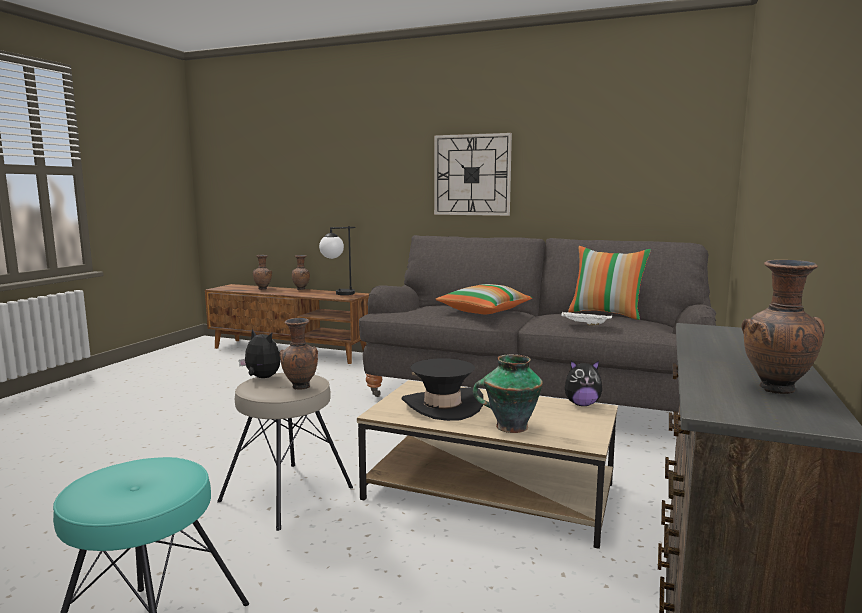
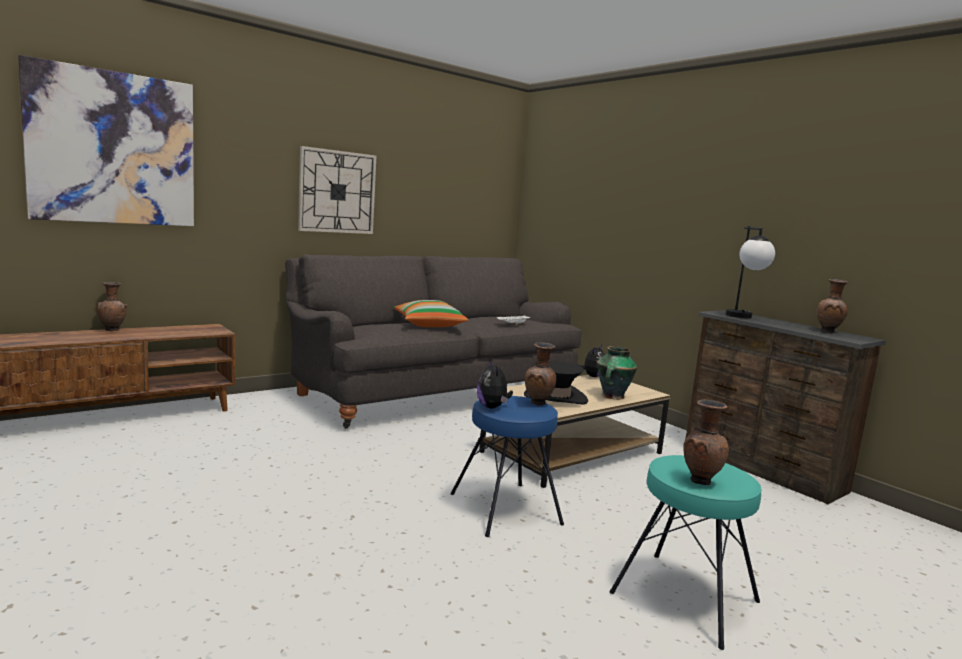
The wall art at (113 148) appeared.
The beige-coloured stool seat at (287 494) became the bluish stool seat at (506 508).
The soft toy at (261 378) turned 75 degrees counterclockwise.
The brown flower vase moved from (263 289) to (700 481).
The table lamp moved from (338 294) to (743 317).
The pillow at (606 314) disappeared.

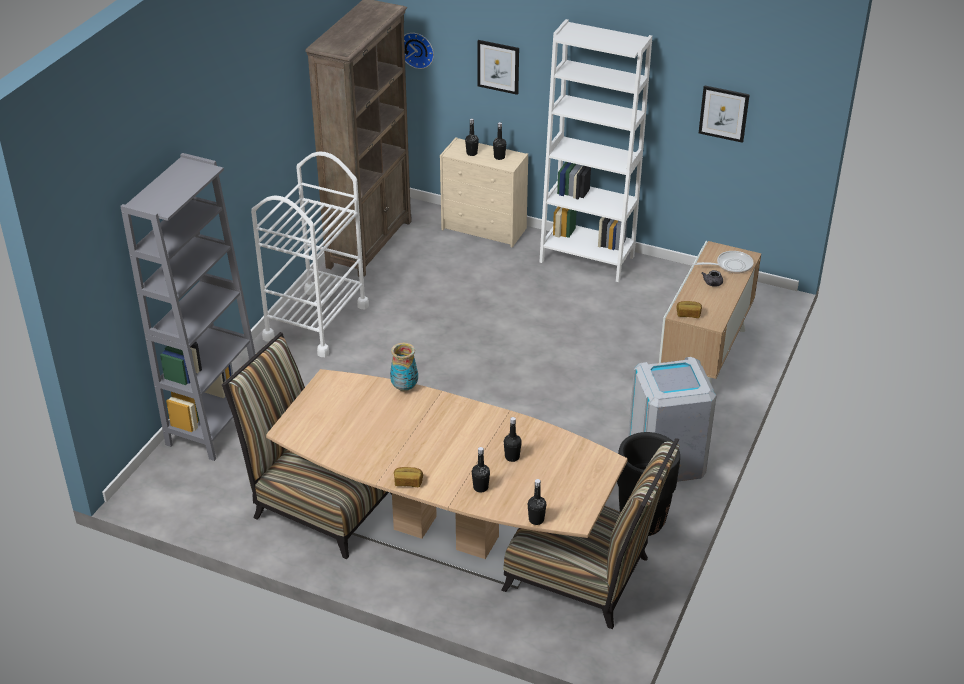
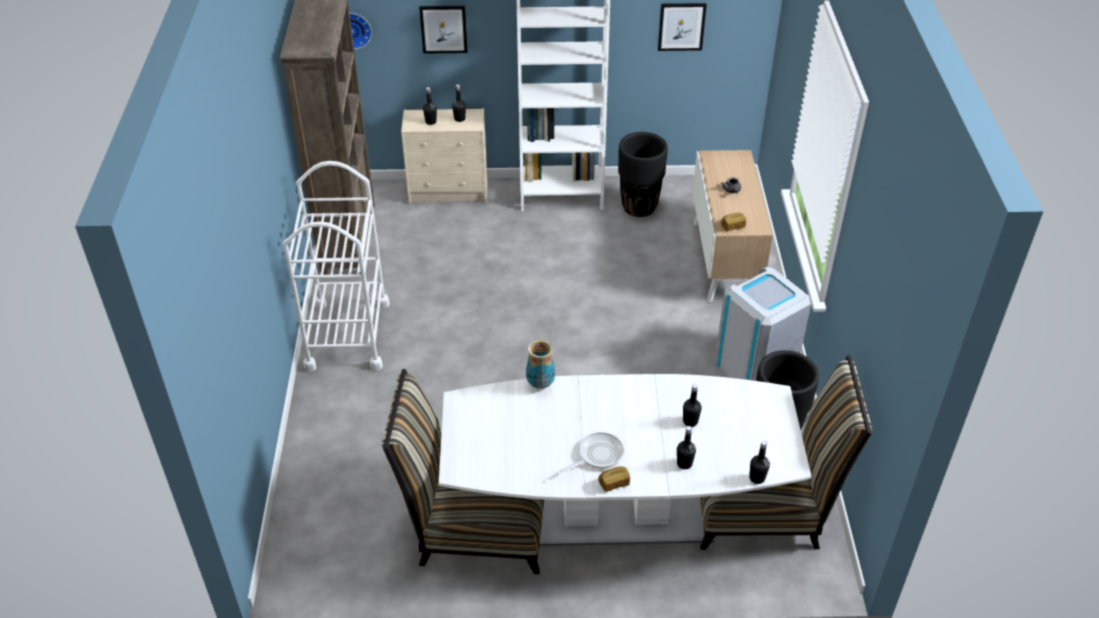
The brown dinner table at (446 535) became the white dinner table at (615 512).
The pan moved from (730 265) to (597 455).
The blackish flower pot at (639 207) appeared.
The greyish bookshelf at (216 422) disappeared.

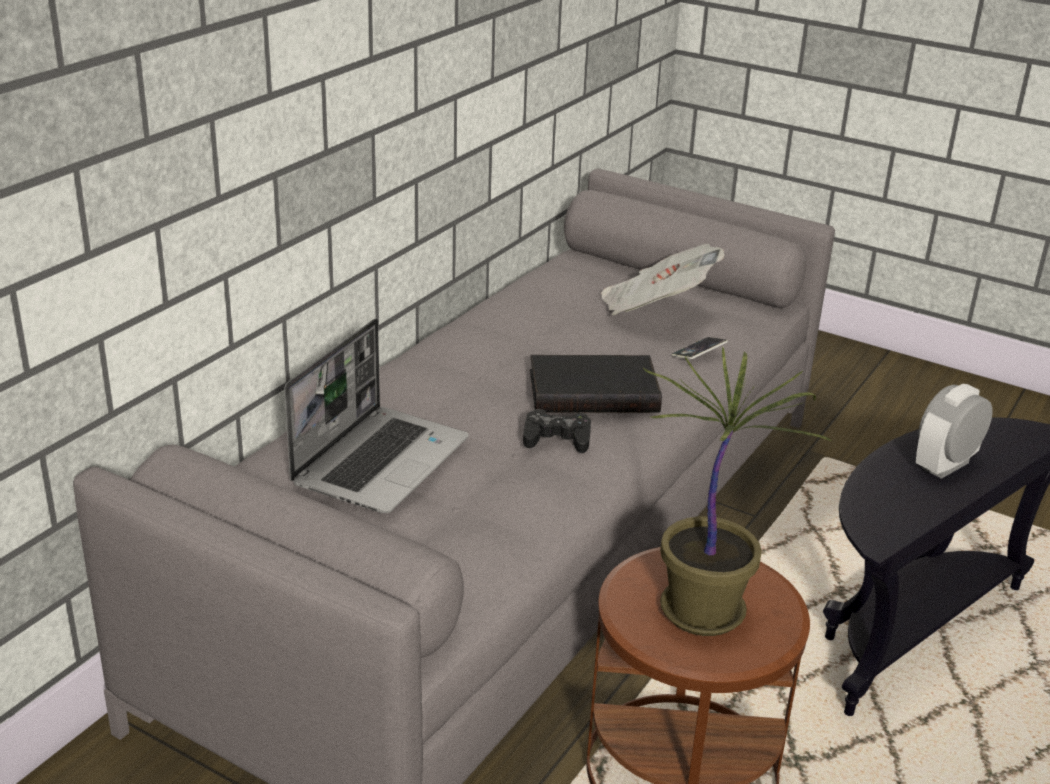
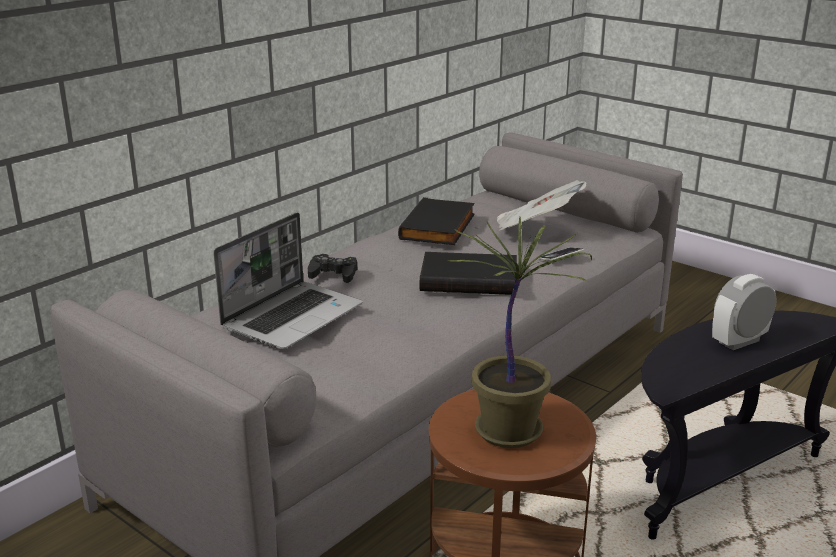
The blackish gamepad moved from (557 438) to (333 274).
The blackish bound book at (439 227) appeared.

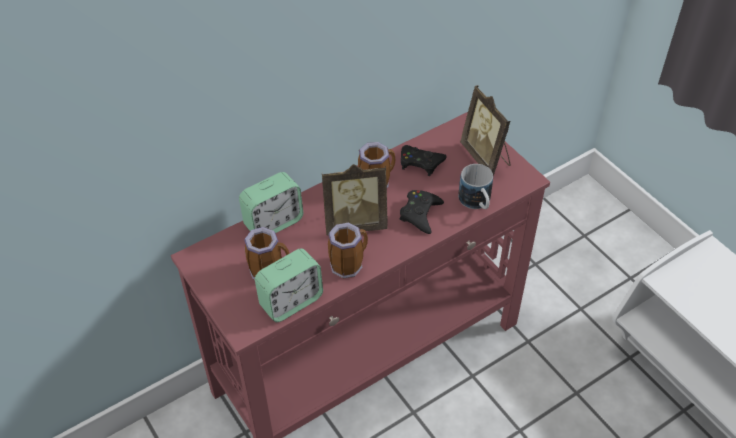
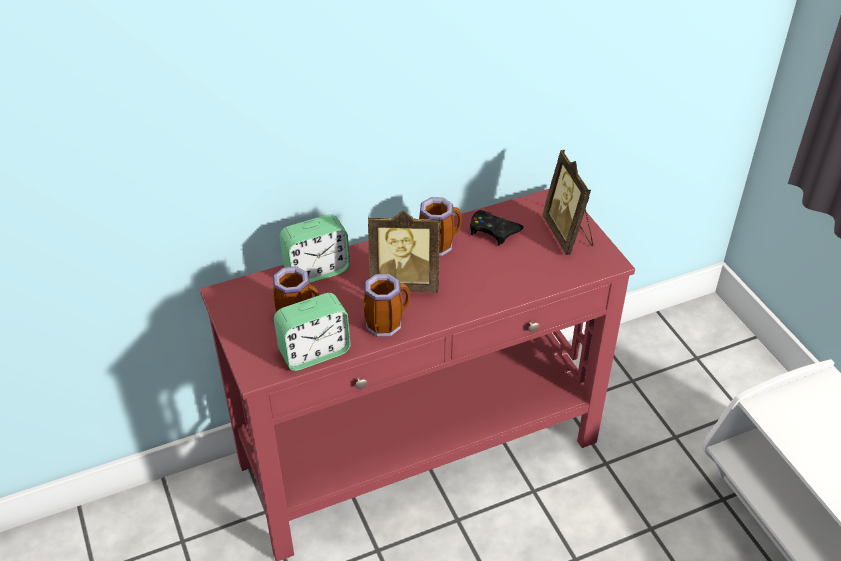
The blackish gamepad at (420 214) disappeared.
The coffee mug at (477 203) disappeared.

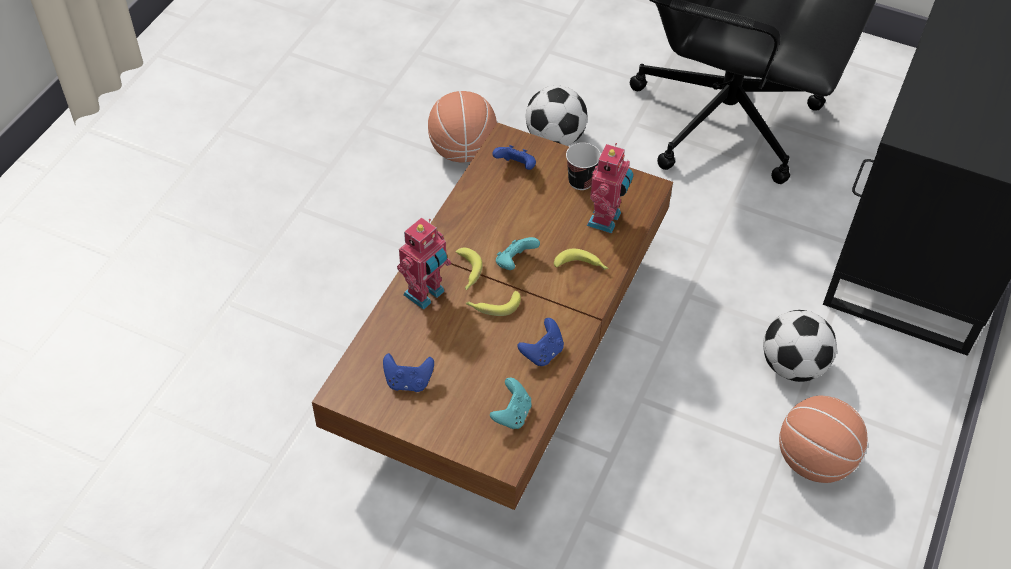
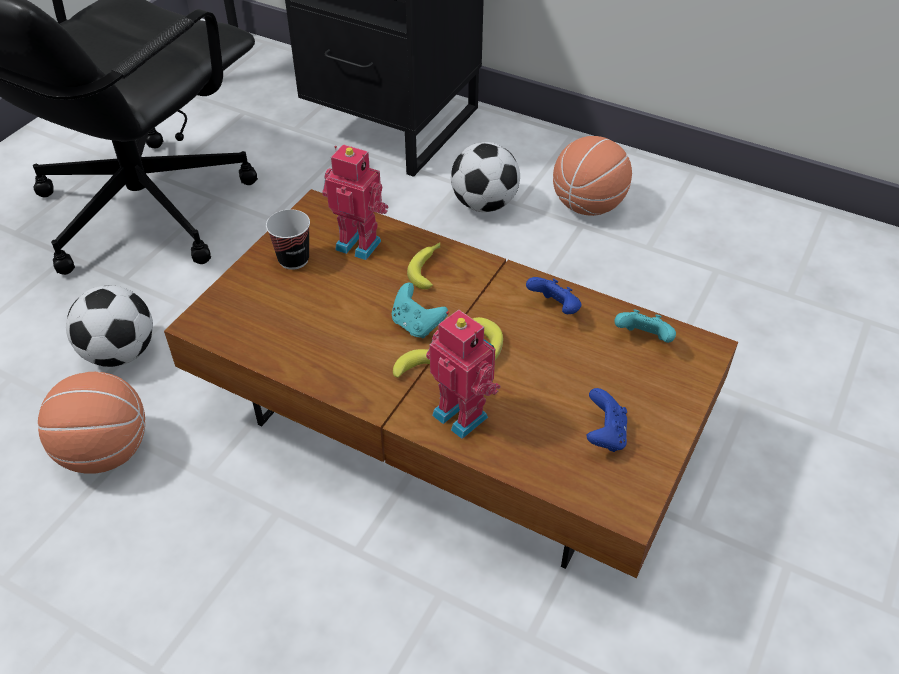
The bluish gamepad at (516 167) disappeared.

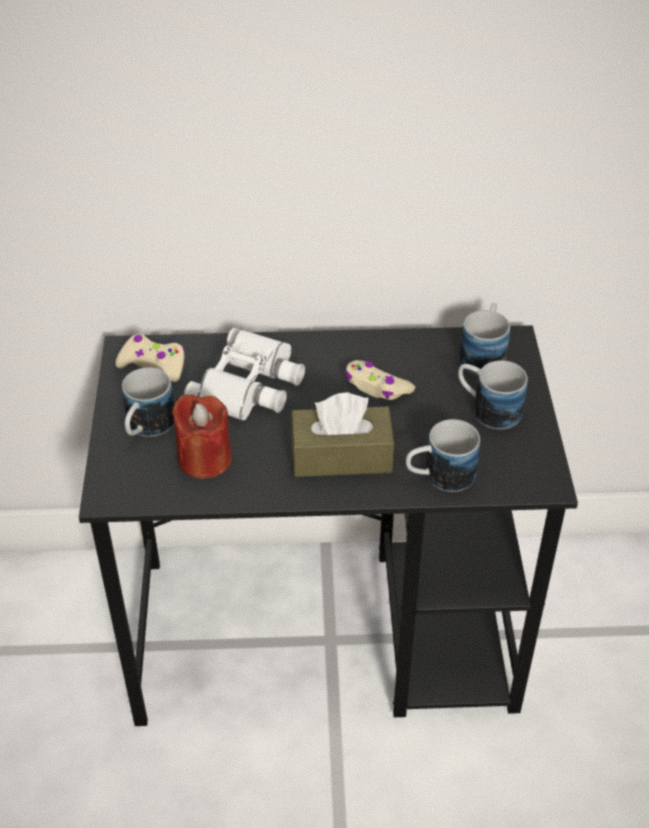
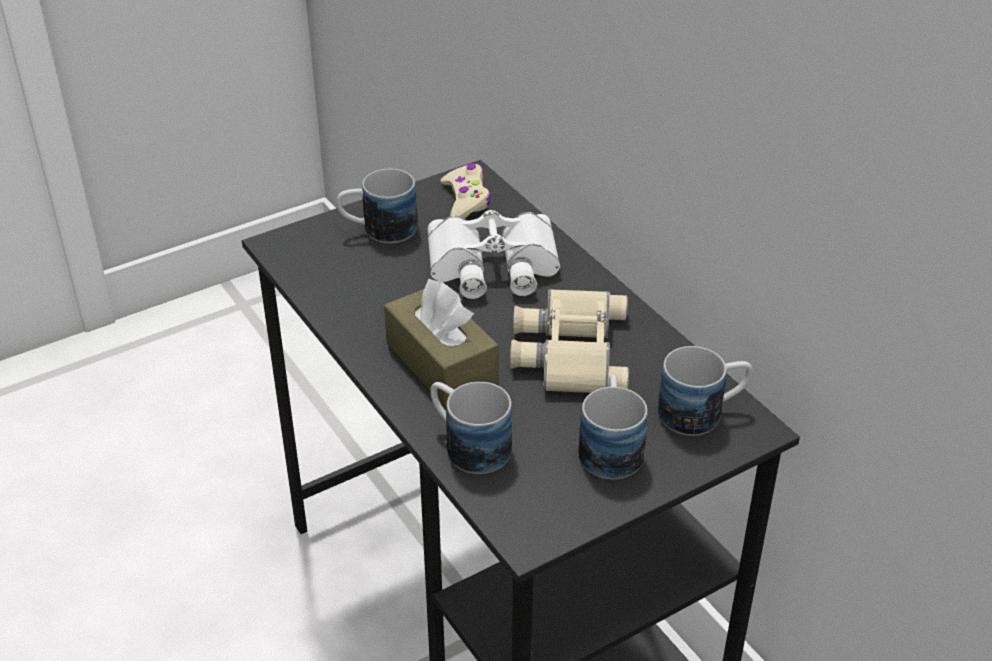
The beige-coloured gamepad at (377 387) was replaced by the beige-coloured binoculars at (568 350).
The red-coloured candle at (204 459) disappeared.

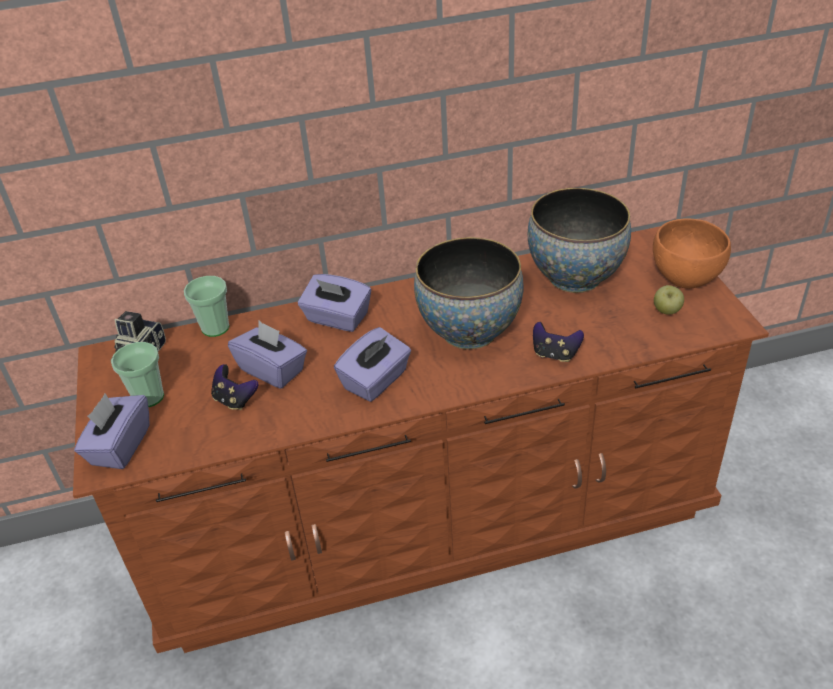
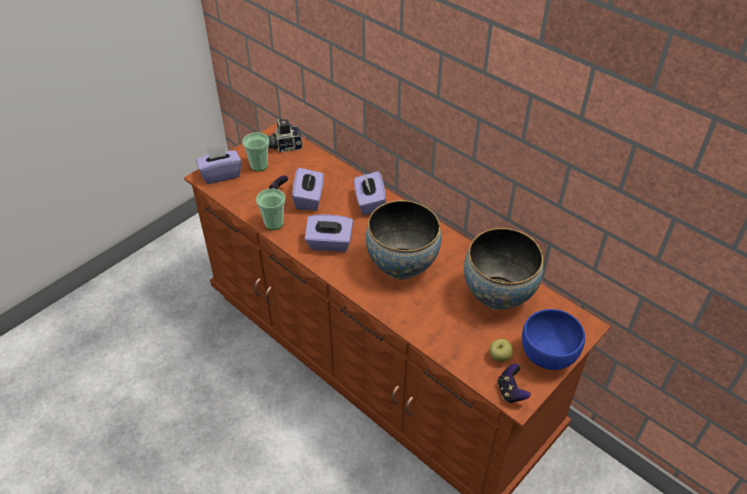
The cup moved from (215 328) to (274 223).
The gamepad moved from (555 354) to (511 392).
The orange deep dish at (686 278) became the bluish deep dish at (547 356).

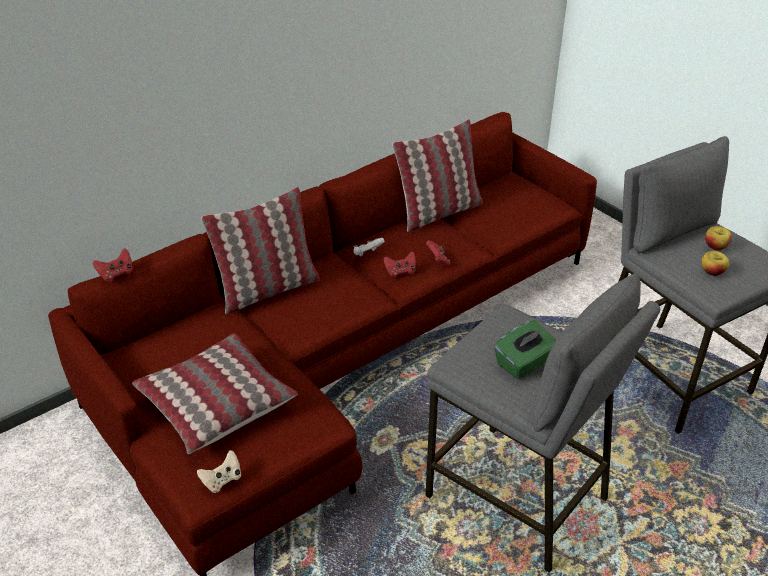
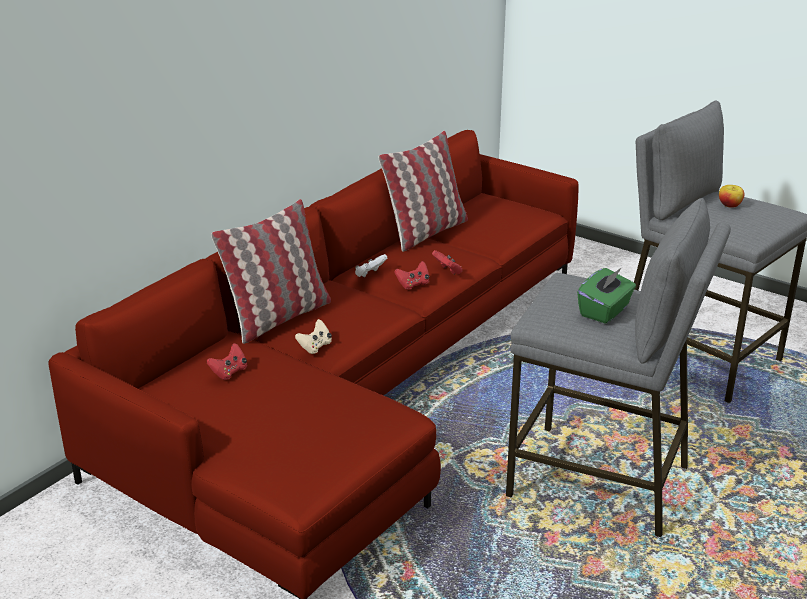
The red-coloured gamepad moved from (116 274) to (229 372).
The beige-coloured gamepad moved from (222 480) to (315 347).
The pillow at (215 403) disappeared.
The apple at (712 272) disappeared.

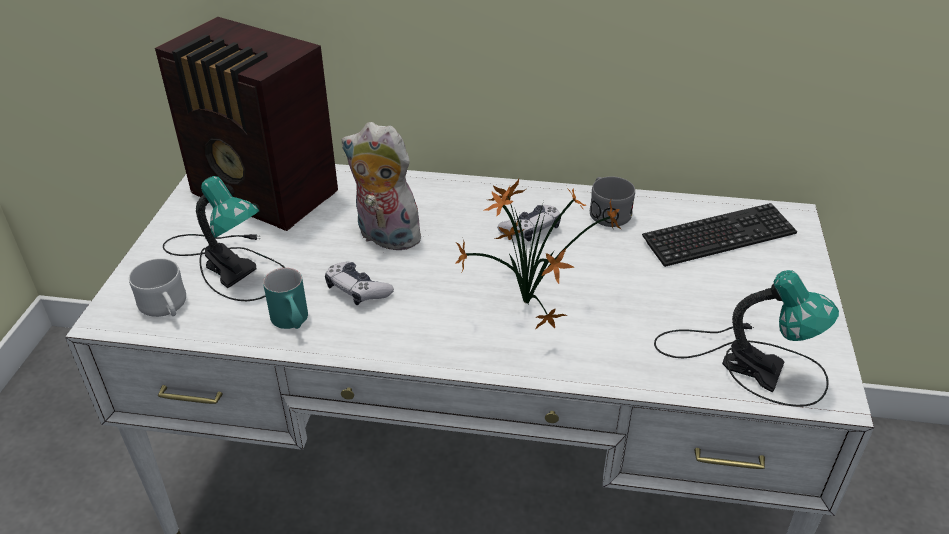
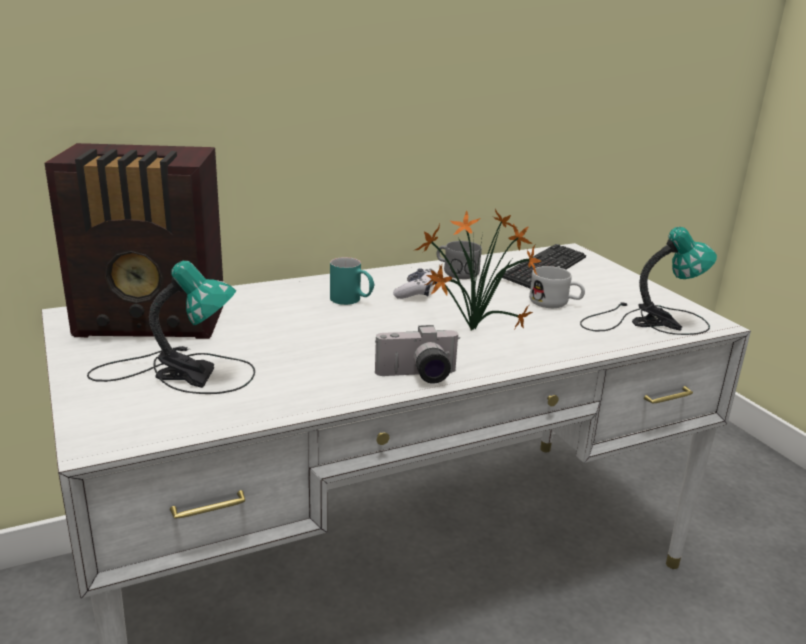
The turquoise-coloured coffee mug moved from (292 322) to (352 301).
The photo camera at (418 376) appeared.
The white coffee mug moved from (166 308) to (555 303).
The gamepad at (357 290) disappeared.
The soft toy at (384 237) disappeared.

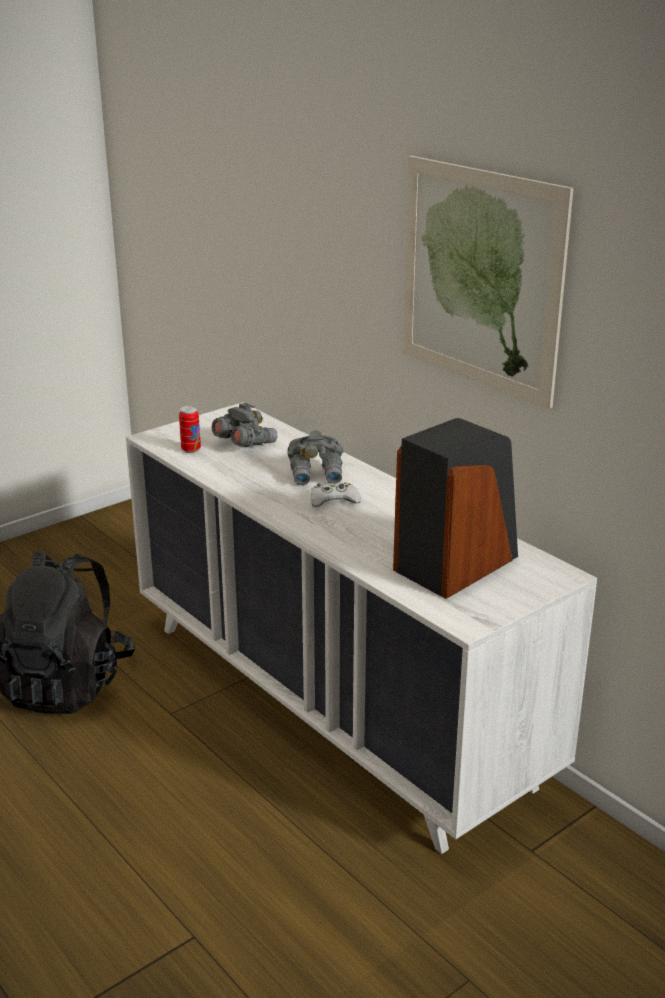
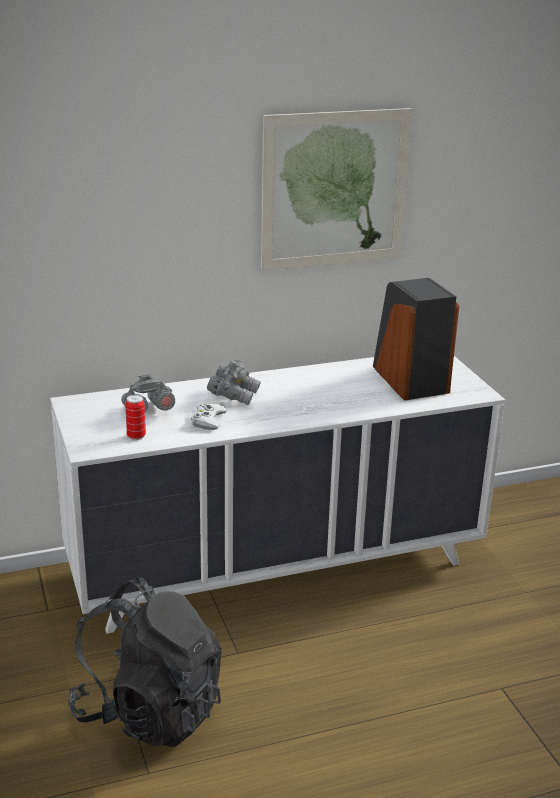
The white gamepad moved from (334 500) to (208 420).

